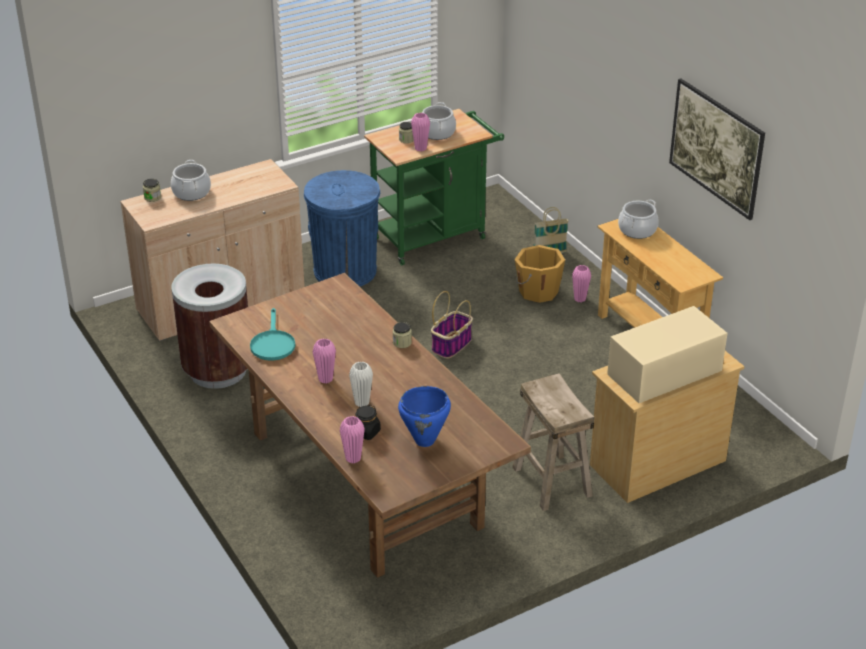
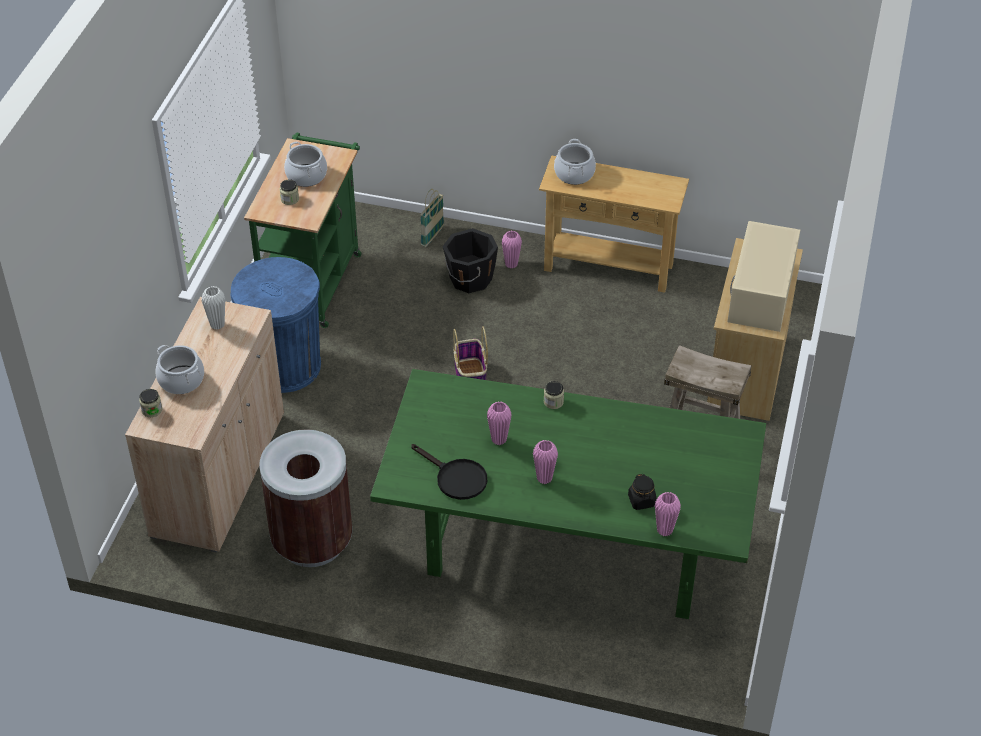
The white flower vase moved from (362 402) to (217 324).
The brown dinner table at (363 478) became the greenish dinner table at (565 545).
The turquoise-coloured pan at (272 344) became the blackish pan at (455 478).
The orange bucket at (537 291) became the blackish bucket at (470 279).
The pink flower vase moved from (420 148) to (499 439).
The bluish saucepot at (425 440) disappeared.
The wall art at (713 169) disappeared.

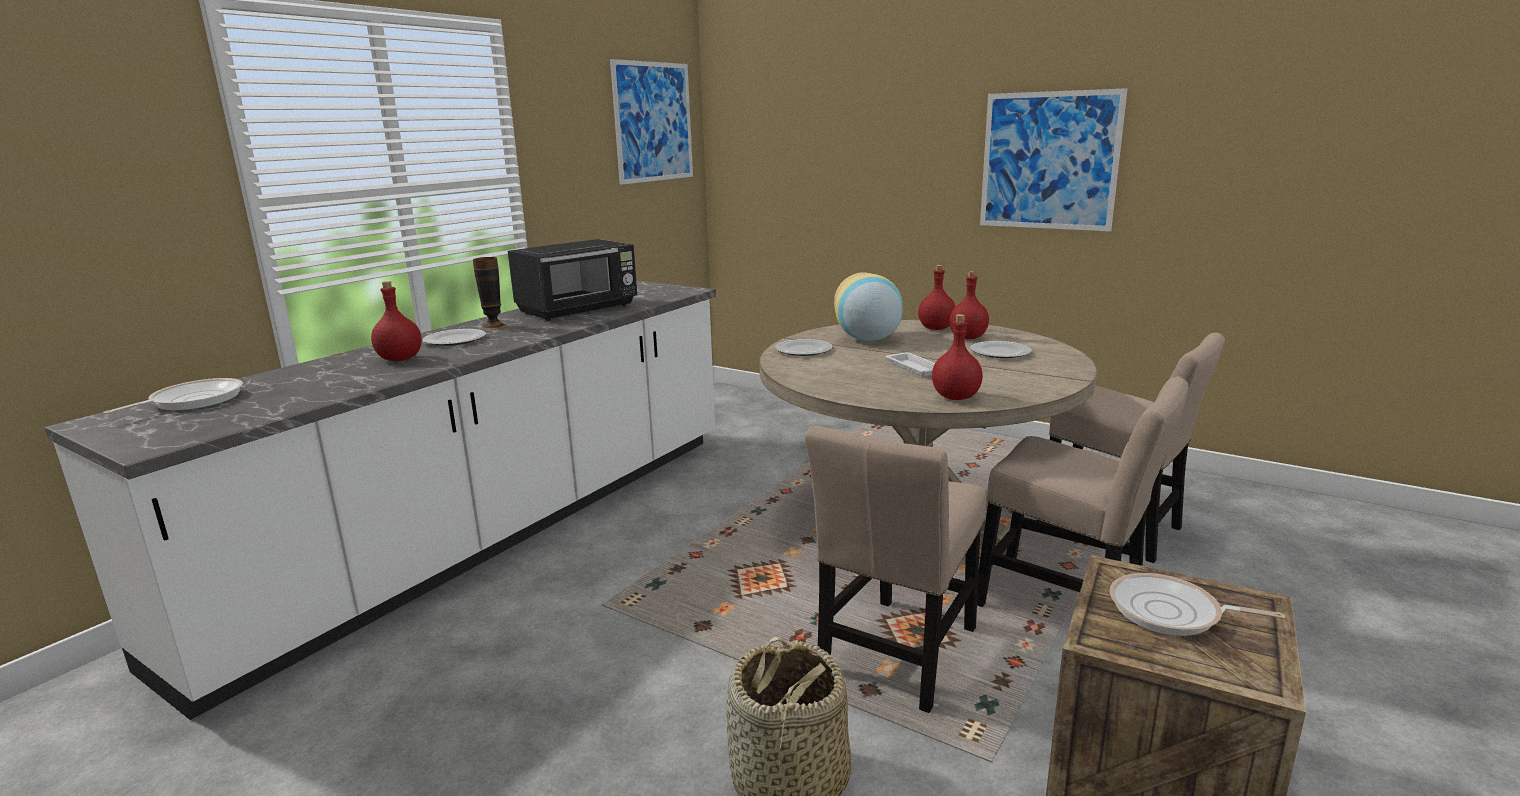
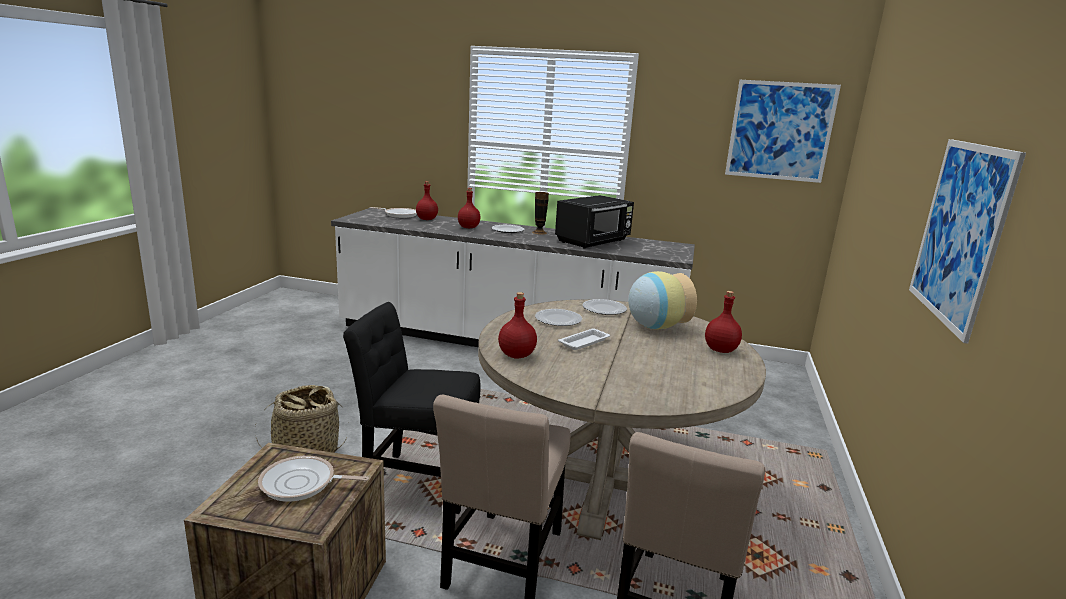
The pan at (1171 613) turned 90 degrees counterclockwise.
The beige-coloured upright chair at (897 657) became the blackish upright chair at (417 482).
The red-coloured beverage bottle moved from (967 337) to (426 219).
The flat dish moved from (999 352) to (558 319).
The blackish kitchen microwave at (579 309) turned 75 degrees counterclockwise.

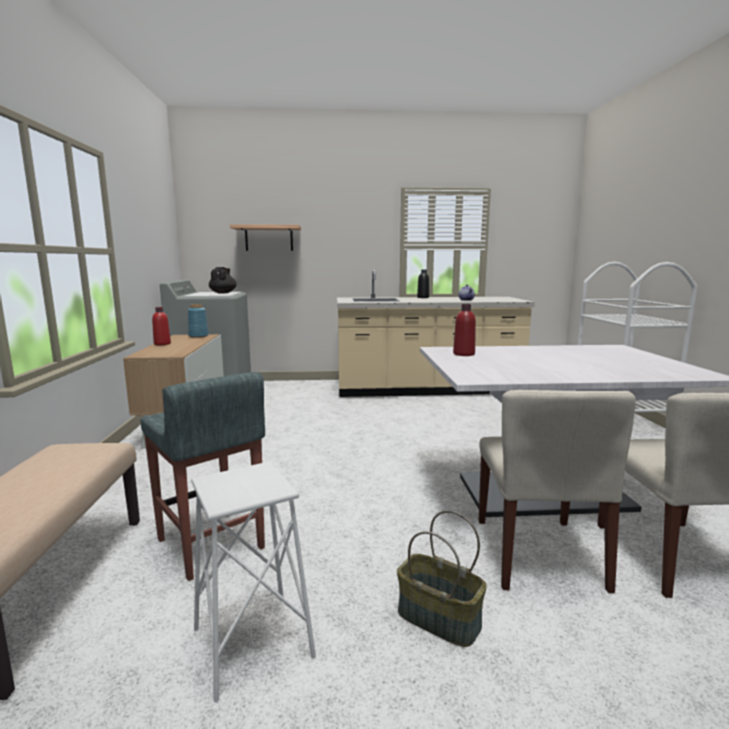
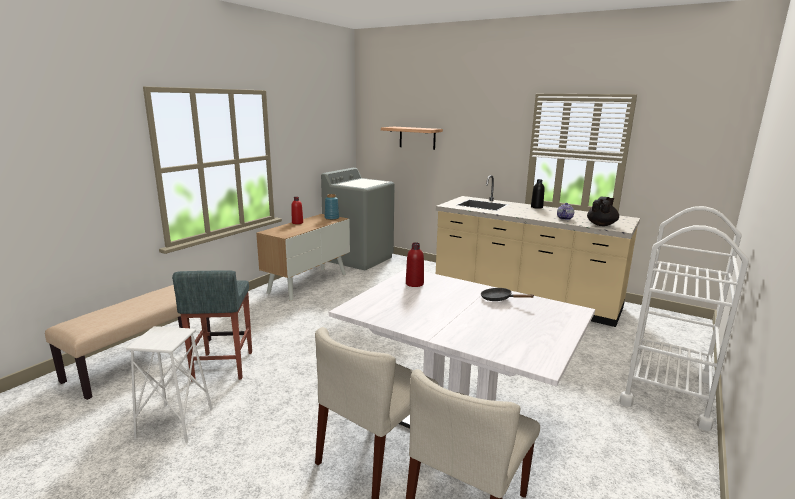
The blackish pan at (499 299) appeared.
The blackish teapot moved from (223 293) to (601 224).
The basket at (437 619) disappeared.

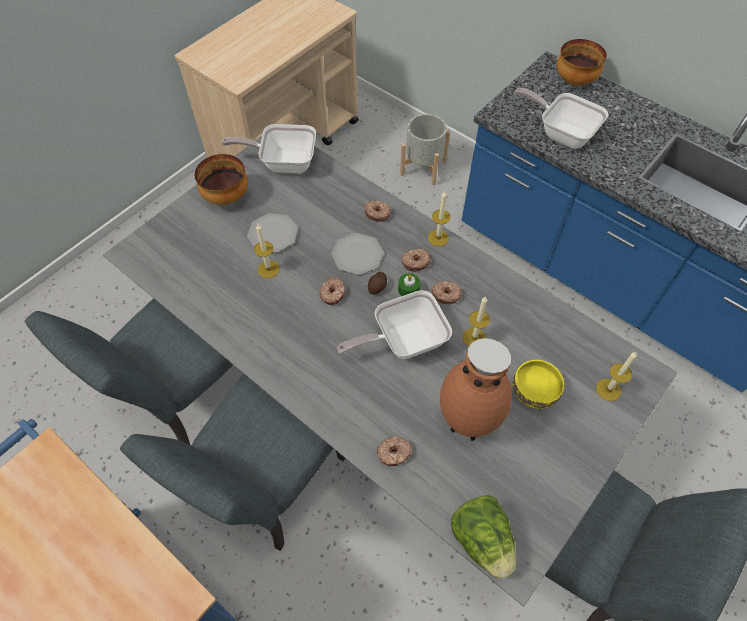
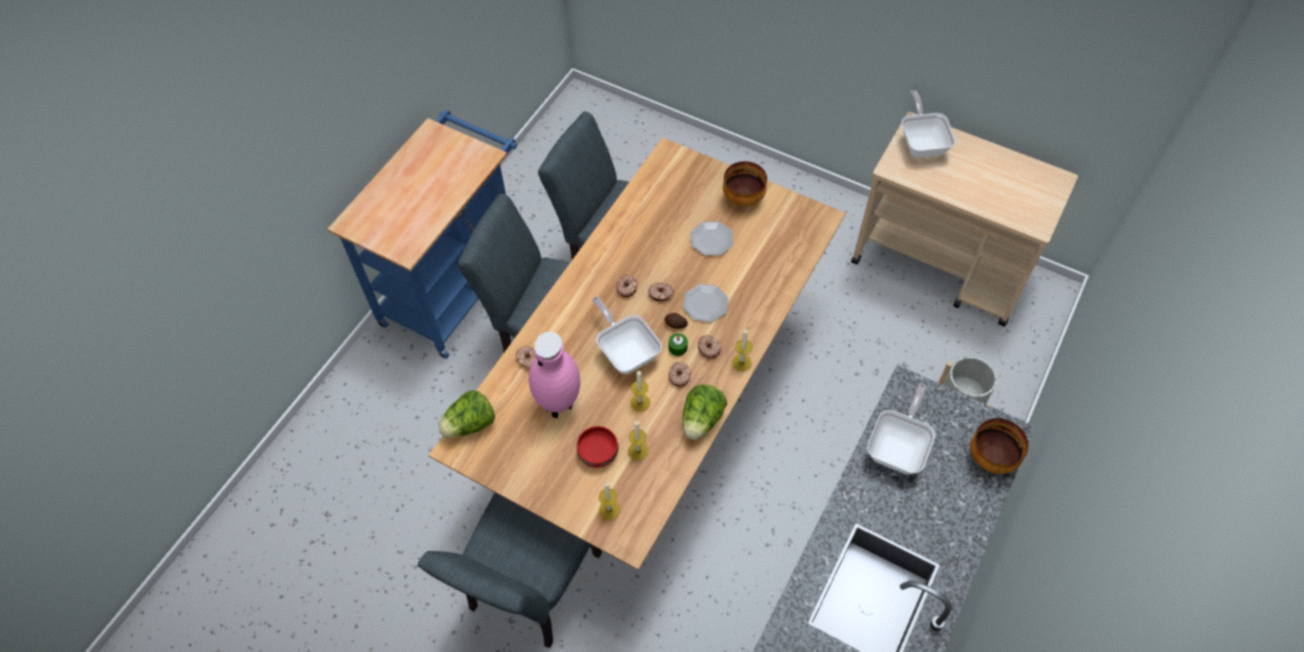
The greyish dinner table at (373 395) became the brown dinner table at (653 406).
The brown flower vase at (467 423) became the pink flower vase at (560 405).
The yellow deep dish at (535 389) became the red-coloured deep dish at (599 453).
The donut moved from (377 213) to (627 288).
The candle moved from (268 269) to (638 451).
The head of lettuce at (702 420) appeared.
The pan moved from (283 162) to (922 143).

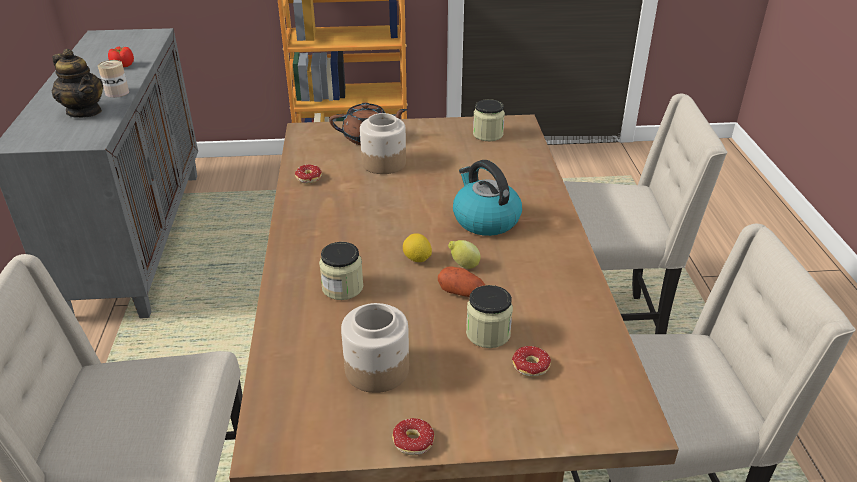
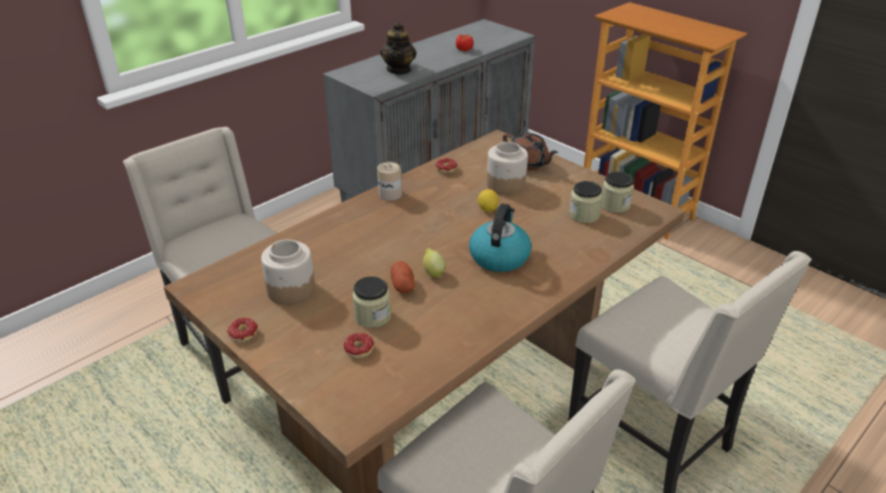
The can moved from (117 92) to (390 194).
The whole lemon moved from (417 259) to (487 209).
The storage jar moved from (342 287) to (584 215).

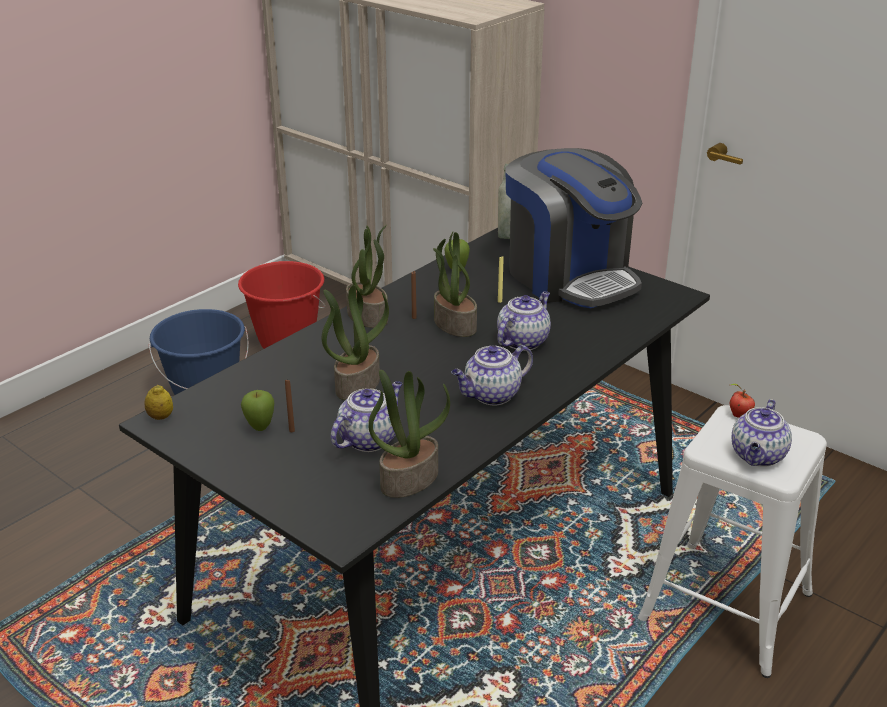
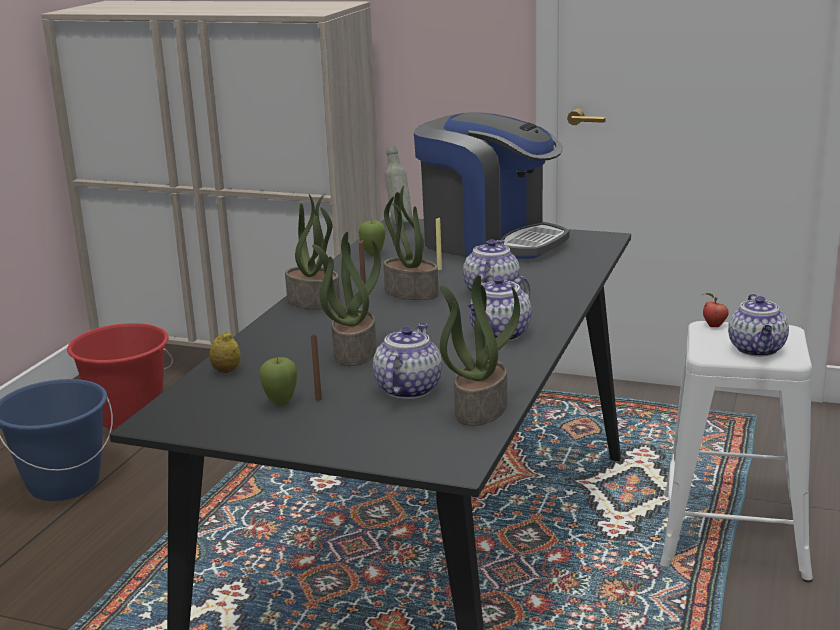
The whole lemon moved from (160 417) to (226 371).

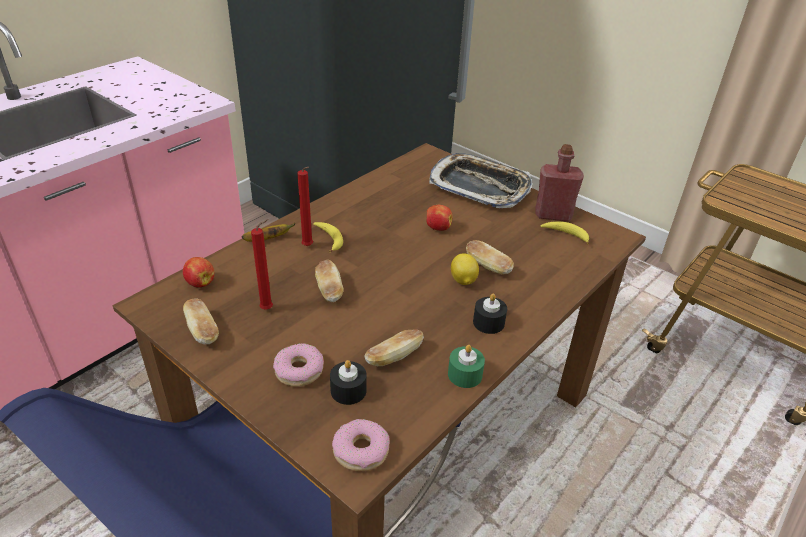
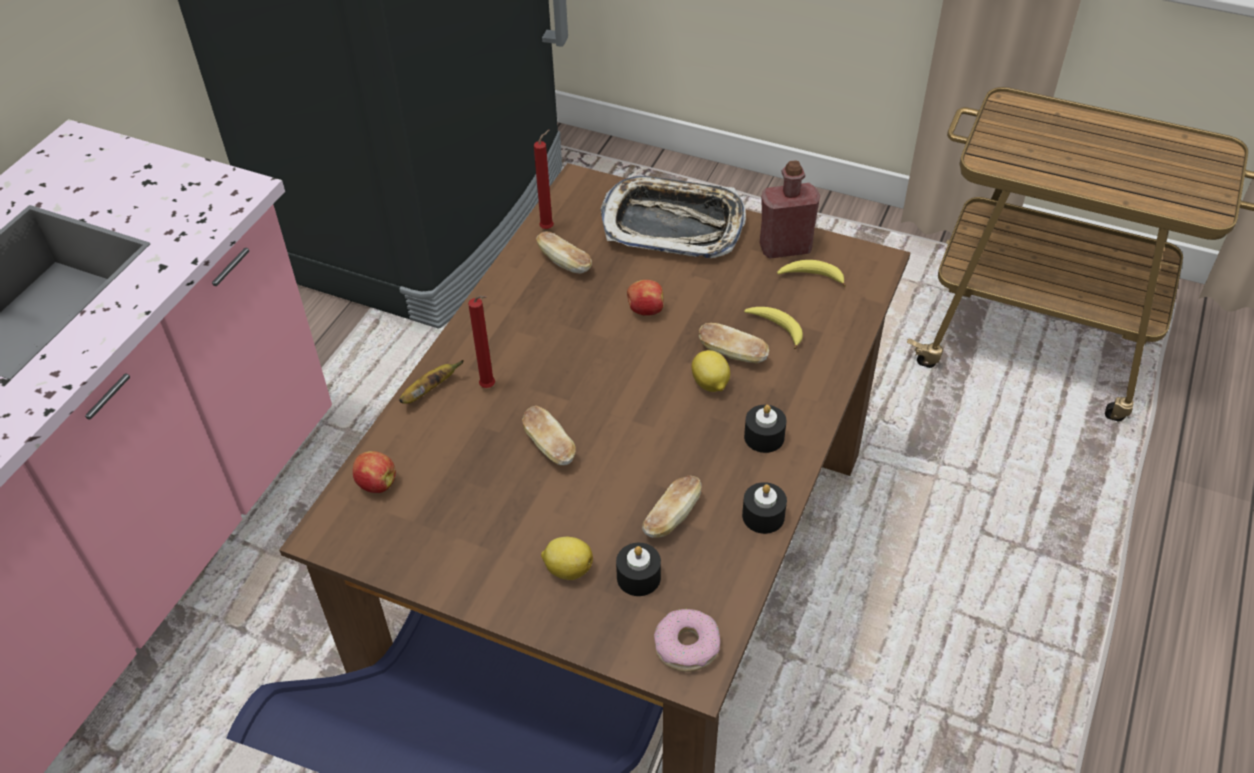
The red-coloured candle moved from (269 309) to (549 228).
The baked bread moved from (202 330) to (564 262).
The donut at (299 370) was replaced by the whole lemon at (567 569).
The greenish candle at (465 374) became the blackish candle at (763 516).
The banana fruit moved from (329 239) to (776 328).

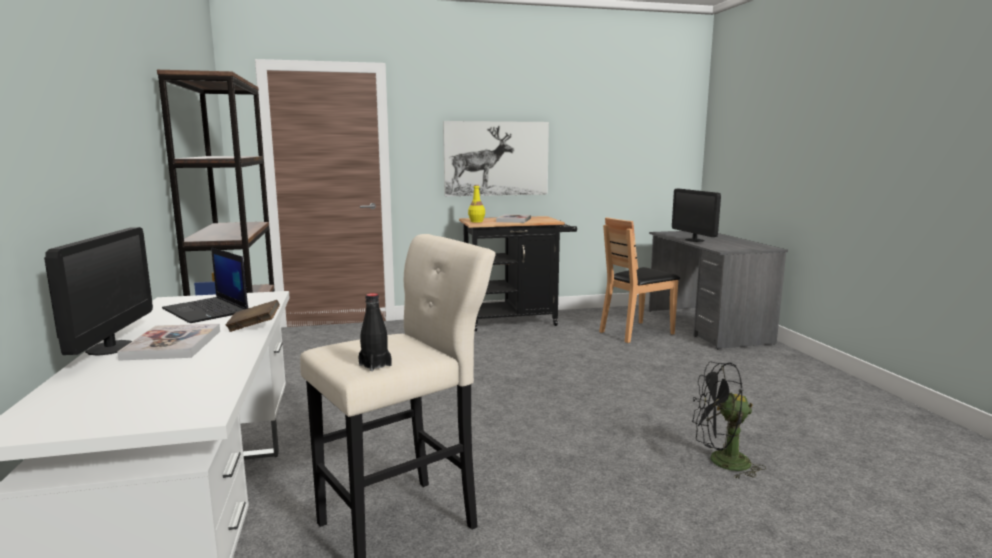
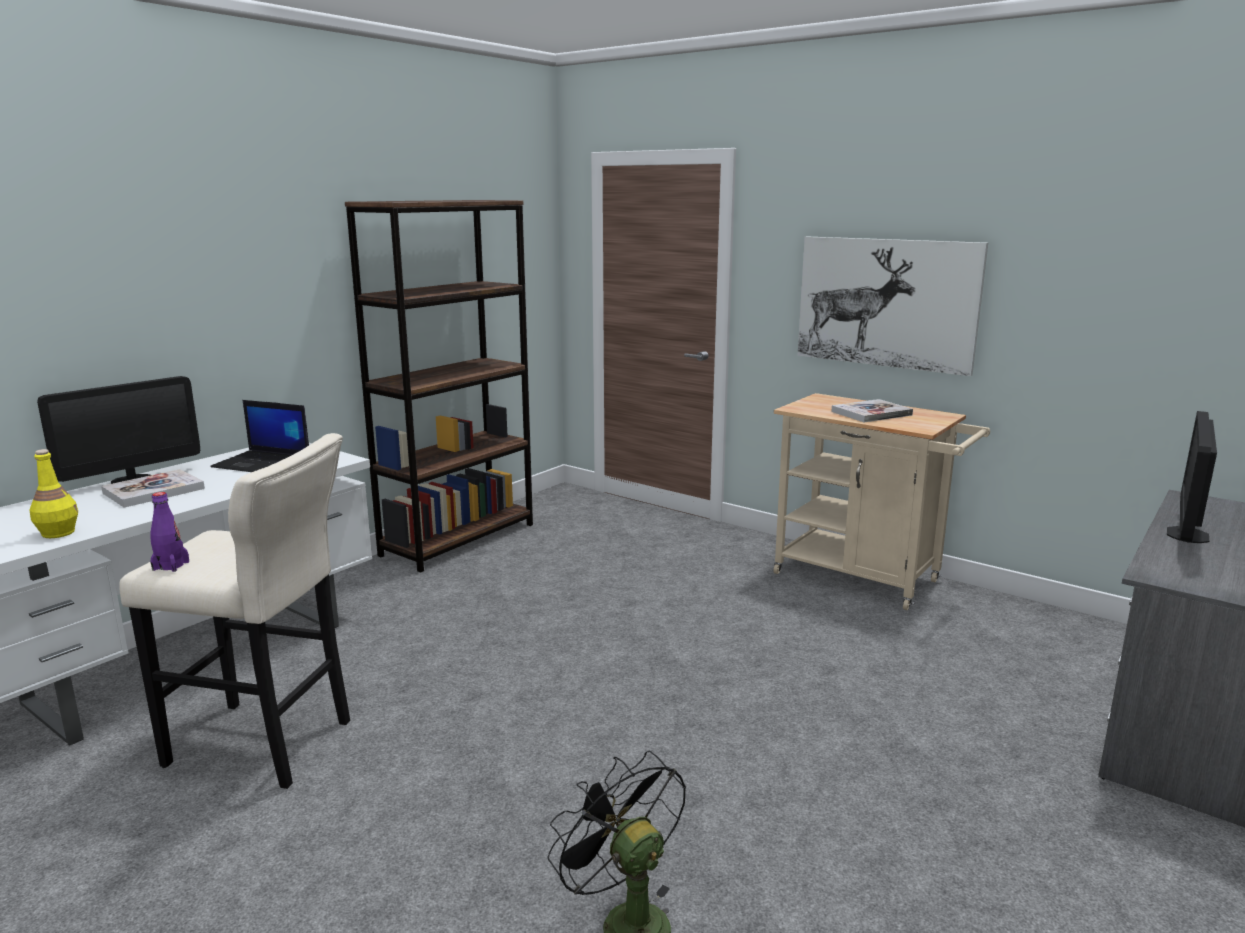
The yellow beverage bottle moved from (476 221) to (58 533).
The blackish beverage bottle at (375 365) became the purplish beverage bottle at (171 566).
The portable computer at (207 311) turned 75 degrees counterclockwise.
The blackish wheeled cart at (516 321) became the beige-coloured wheeled cart at (866 579).
The brown bound book at (254 327) disappeared.
The brown upright chair at (636 332) disappeared.

